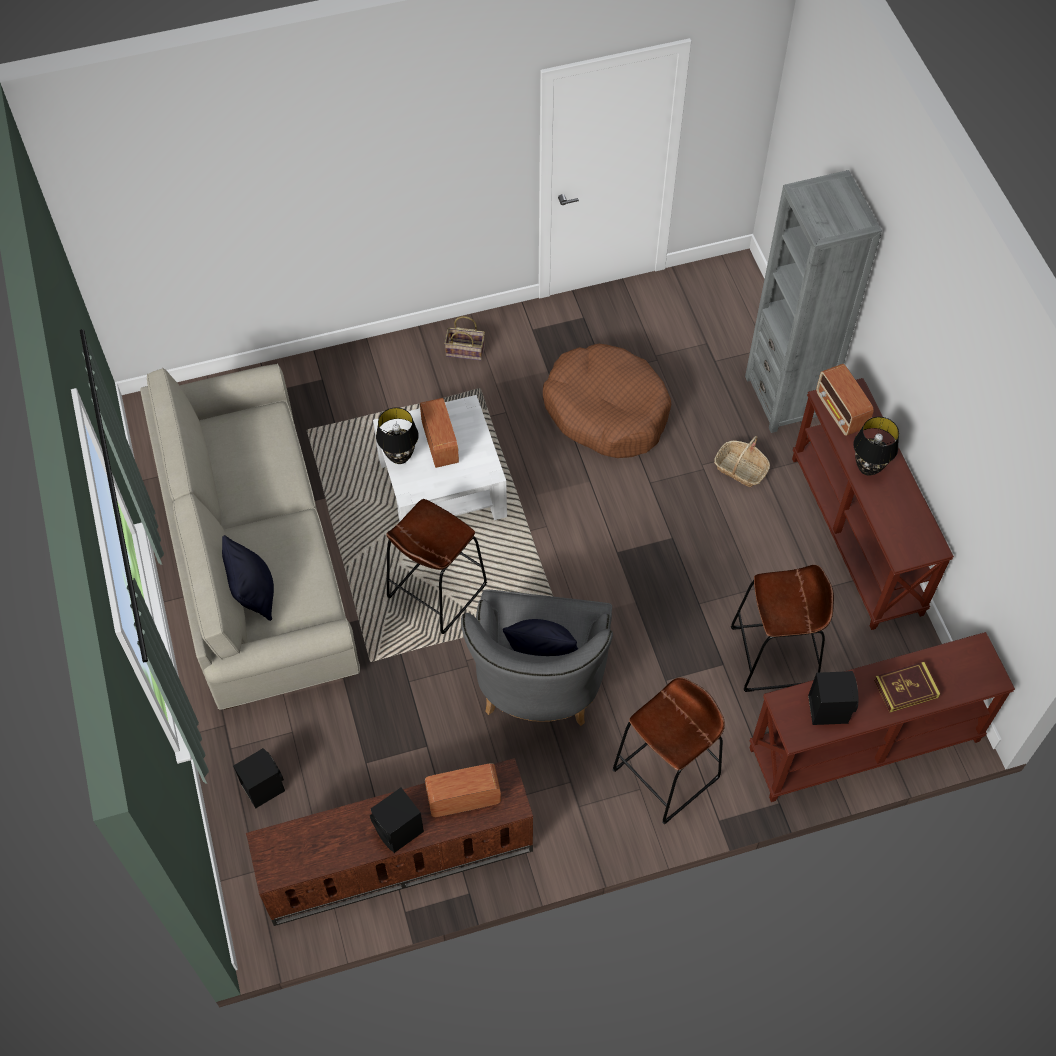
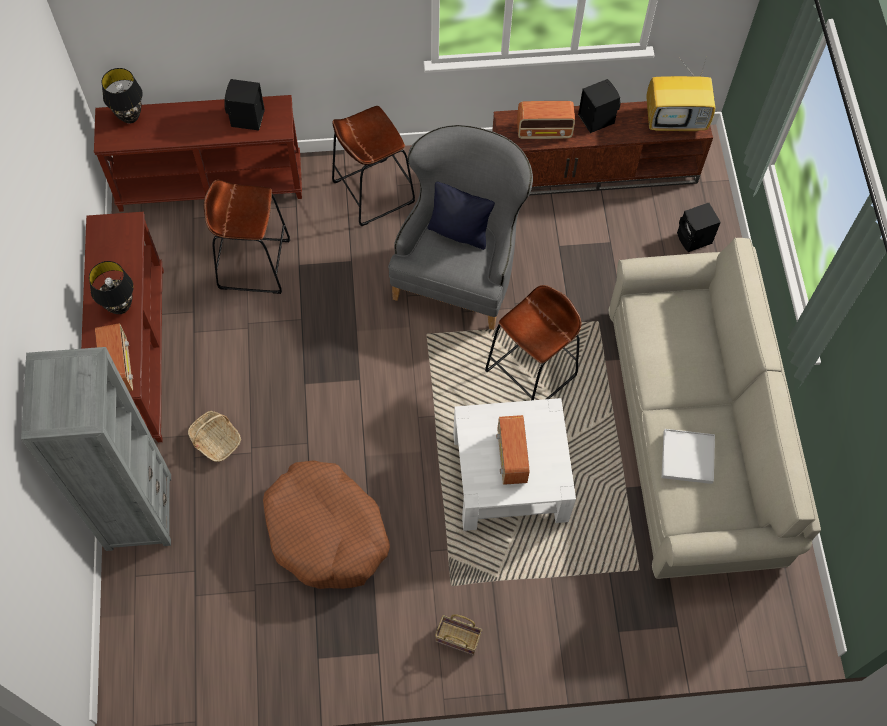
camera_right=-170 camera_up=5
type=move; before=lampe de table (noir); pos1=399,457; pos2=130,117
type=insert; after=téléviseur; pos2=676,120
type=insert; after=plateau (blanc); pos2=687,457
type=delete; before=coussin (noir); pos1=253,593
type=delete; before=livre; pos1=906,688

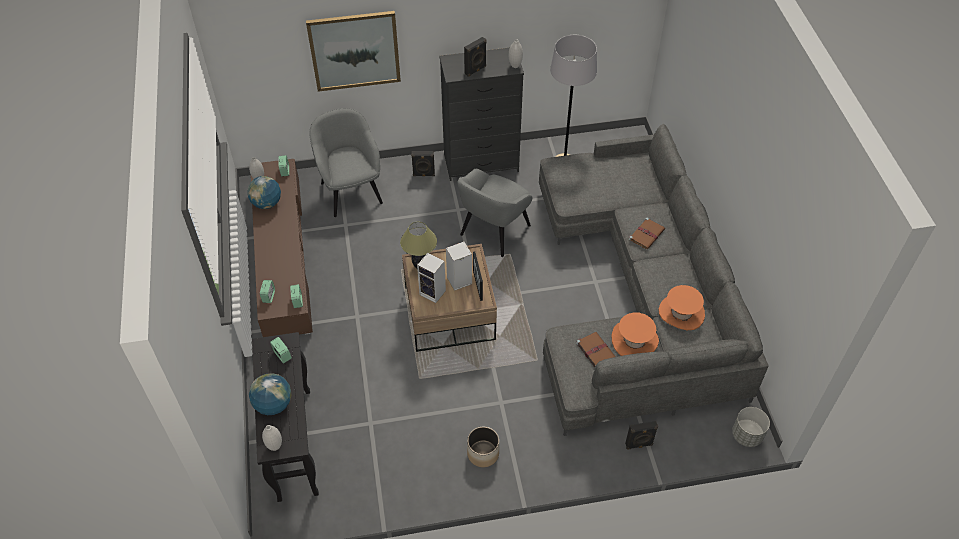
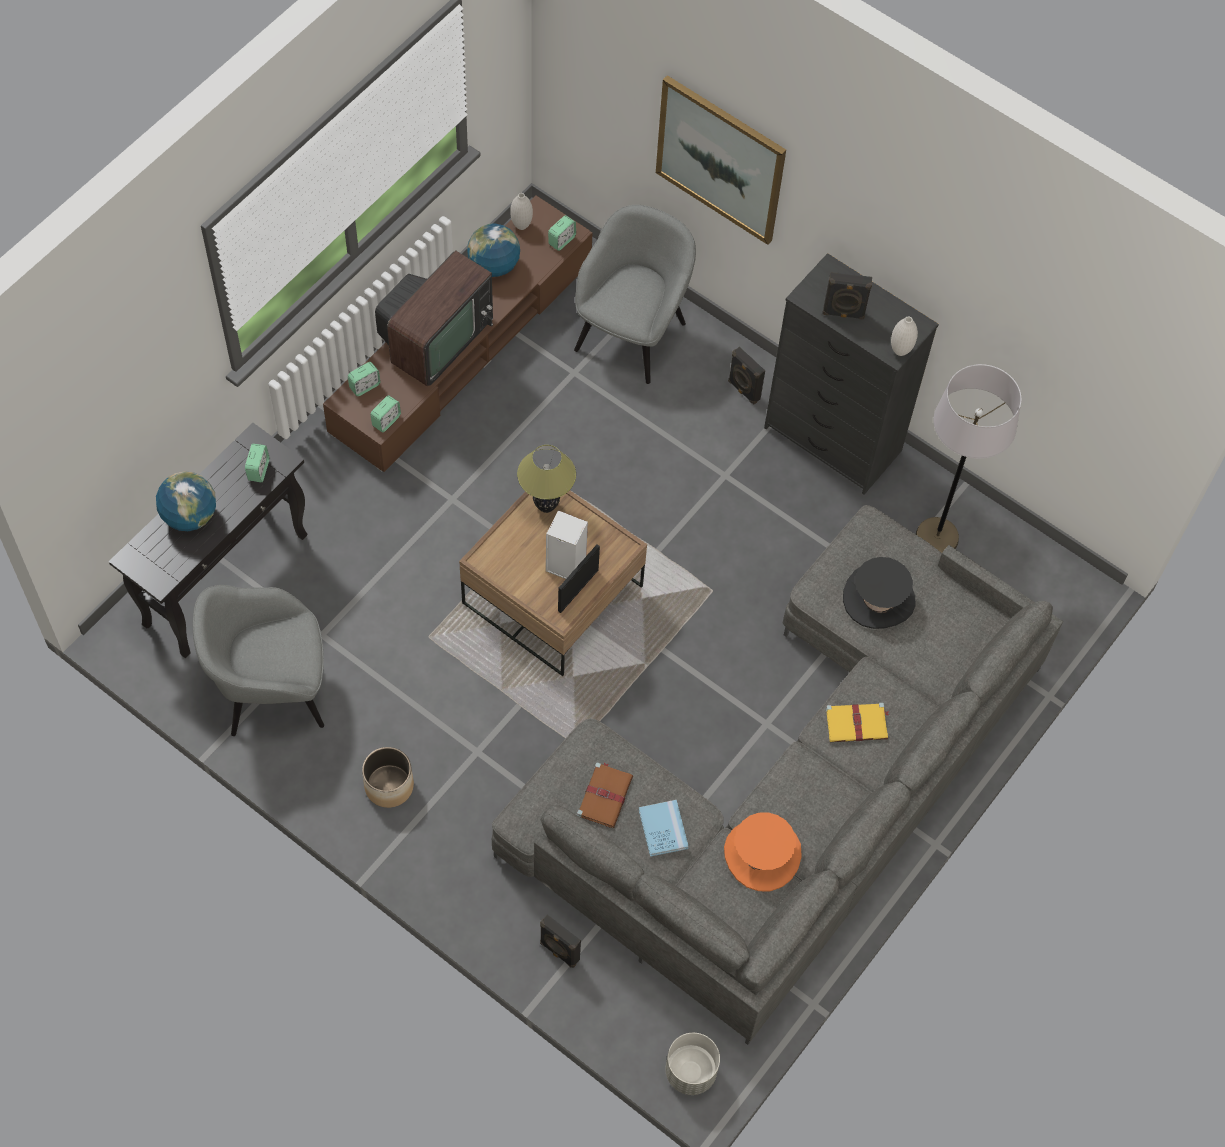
camera_right=45 camera_up=10
type=move; before=fauteuil (gris); pos1=494,231; pos2=271,690
type=insert; after=téléviseur; pos2=436,339
type=replace; before=chapeau (orange); after=livre (bleu); pos1=634,340; pos2=663,829
type=recolor; before=livre (marron); after=livre (jaune); pos1=647,234; pos2=857,724
type=insert; after=chapeau (noir); pos2=879,599
type=delete; before=vase (blanc); pos1=275,446
type=delete; before=enceinte; pos1=433,293

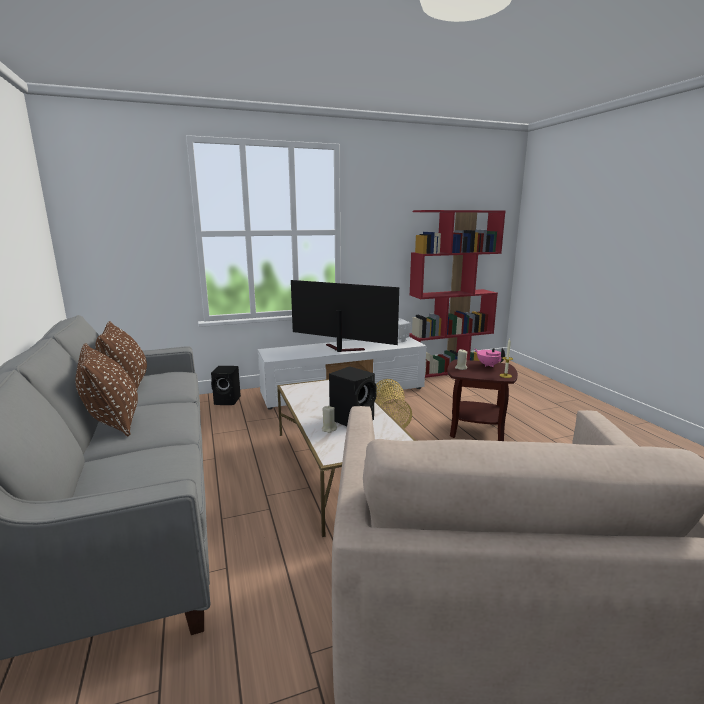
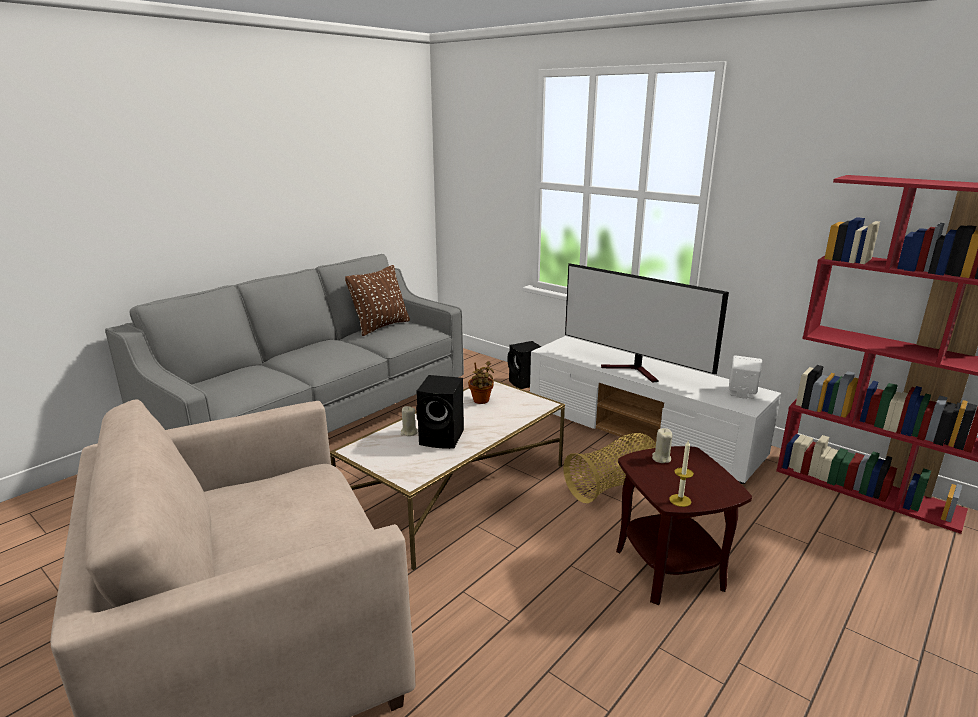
camera_right=60 camera_up=5
type=insert; after=plante en pot; pos2=481,401
type=rotate; before=téléviseur; pos1=340,349; pos2=635,371; turn=135
type=delete; before=coussin (marron); pos1=113,422
type=delete; before=théière (rose); pos1=488,365

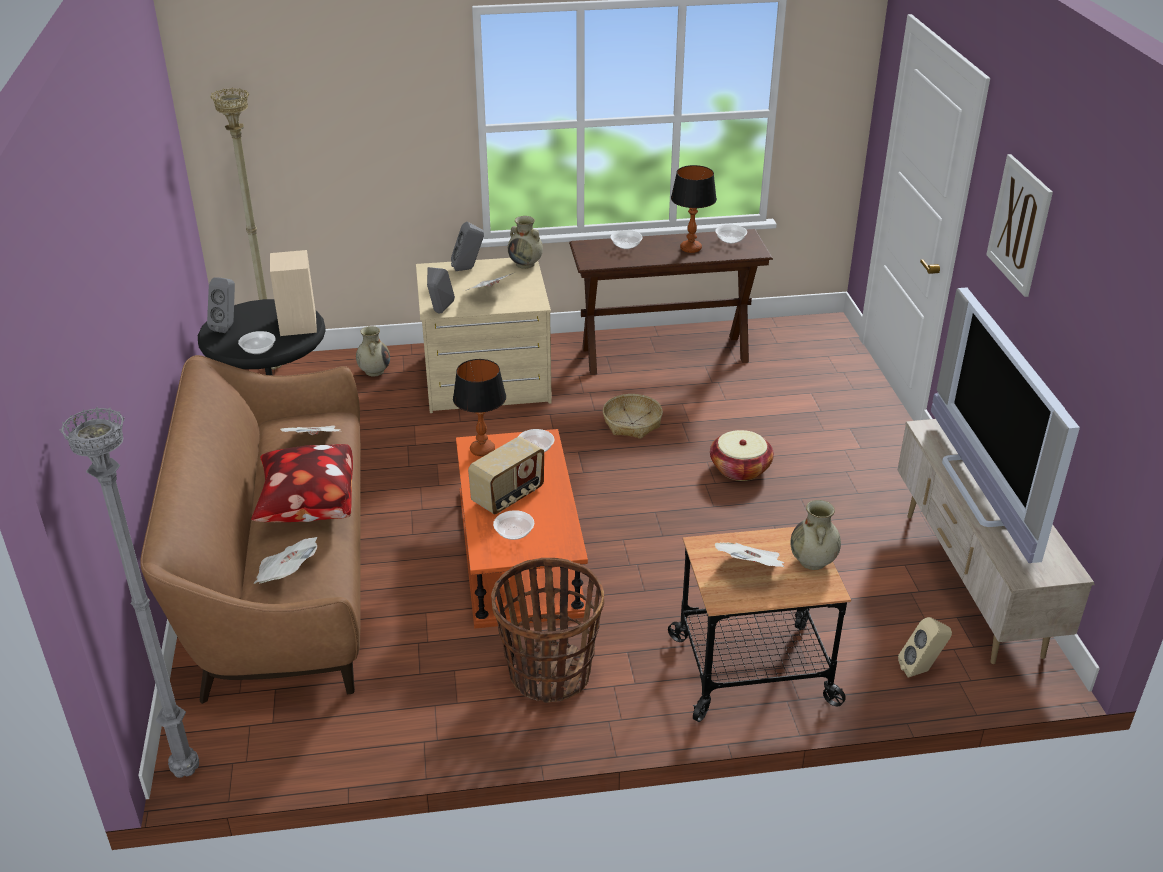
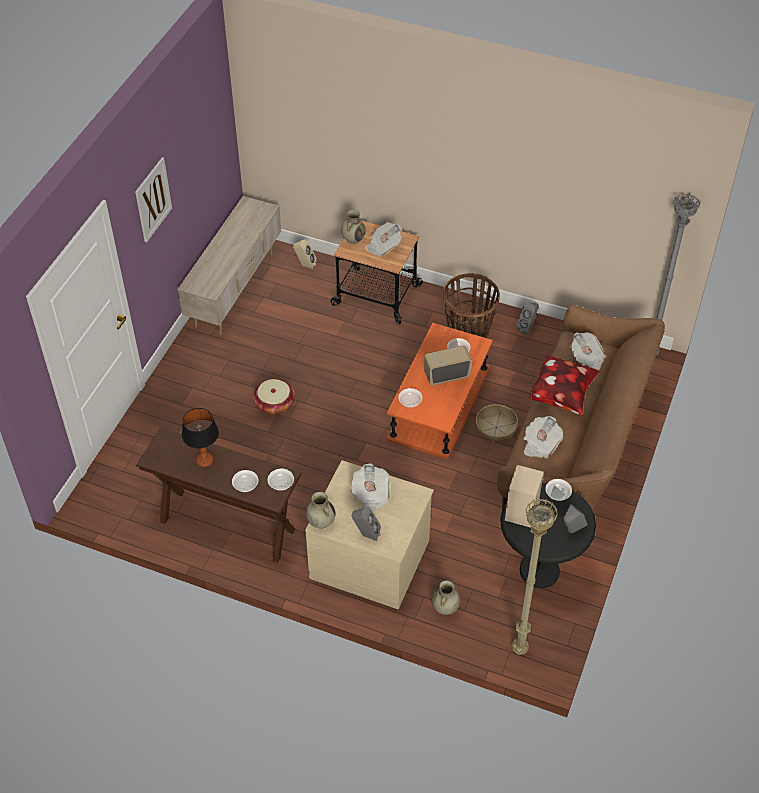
camera_right=-150 camera_up=15
type=move; before=bol; pos1=730,240; pos2=281,484
type=move; before=panier; pos1=632,423; pos2=496,427
type=move; before=enceinte (gris); pos1=439,312; pos2=527,328
type=delete; before=lampe de table; pos1=482,450
type=delete; before=téléviseur; pos1=982,491

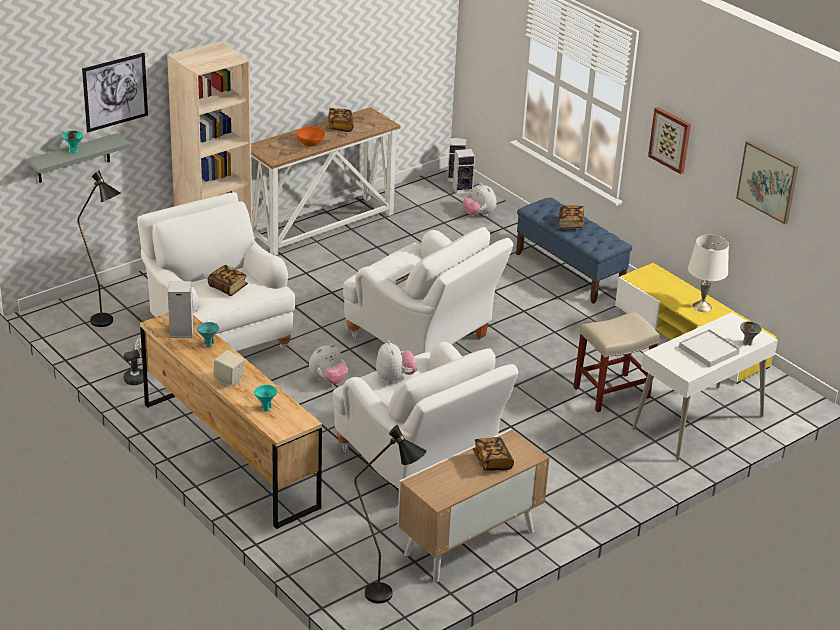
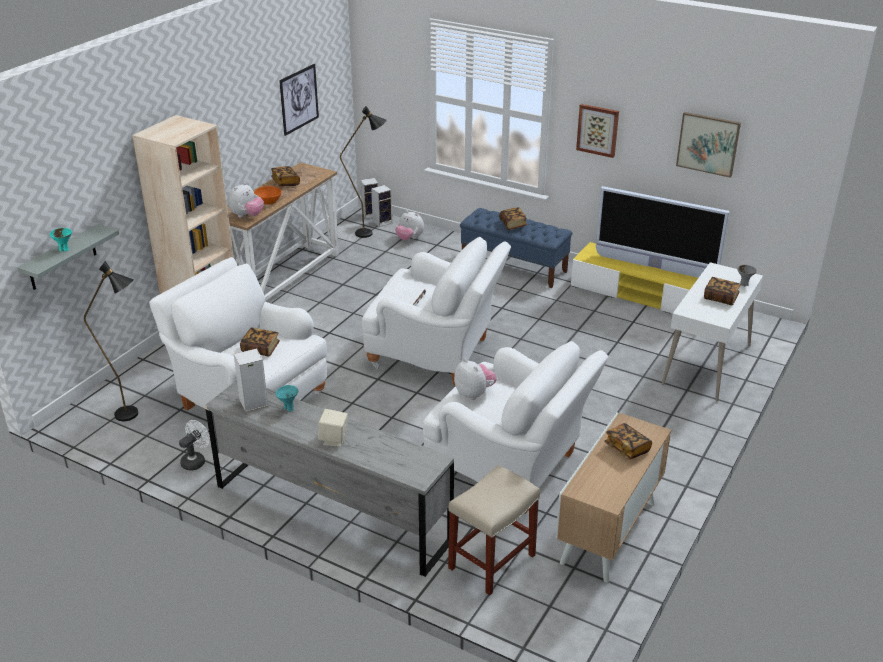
camera_right=-20 camera_up=0
type=recolor; before=commode (marron); after=commode (gris); pos1=230,454; pos2=332,513
type=move; before=peluche; pos1=328,380; pos2=247,216
type=move; before=tableau; pos1=115,92; pos2=299,99
type=move; before=lampadaire (noir); pos1=388,597; pos2=370,234
type=move; before=tabouret (beige); pos1=612,392; pos2=492,561
type=replace; before=lampe de table (blanc); after=téléviseur; pos1=702,306; pos2=654,267
type=replace; before=plateau (blanc); after=livre; pos1=708,350; pos2=721,298
type=delete; before=bol (turquoise); pos1=266,408

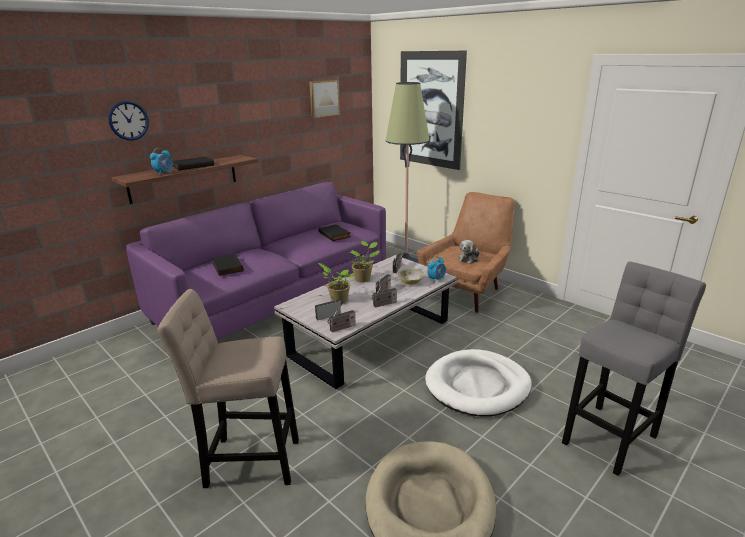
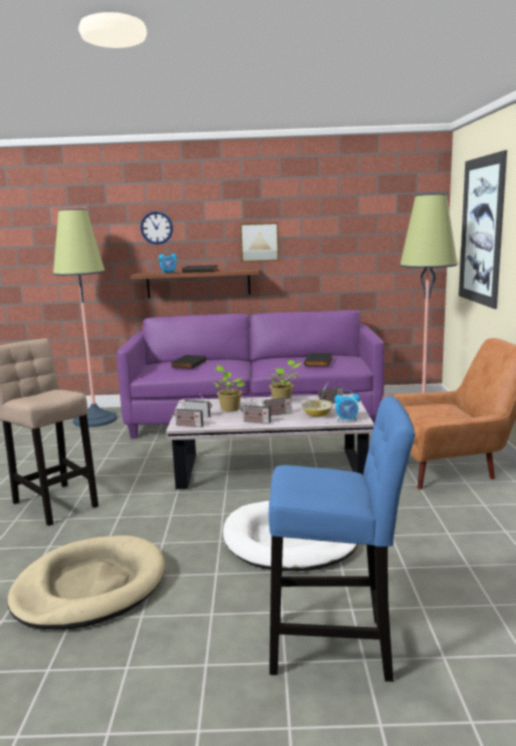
camera_right=45 camera_up=-10
type=insert; after=lampadaire; pos2=95,420
type=move; before=tableau; pos1=323,98; pos2=259,242
type=recolor; before=tabouret (gris); after=tabouret (bleu); pos1=611,436; pos2=337,647
type=delete; before=peluche; pos1=469,258

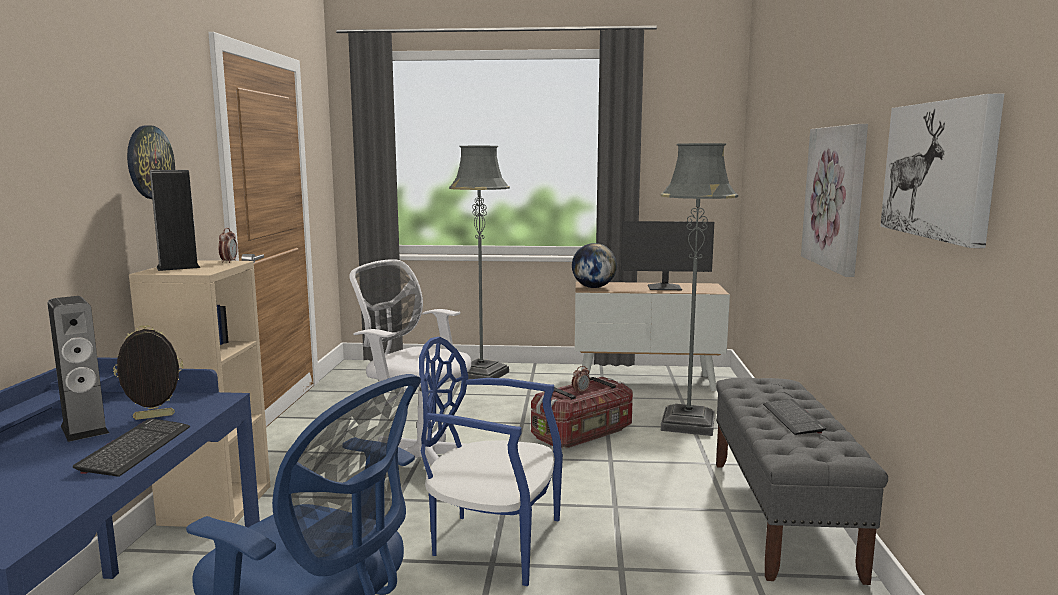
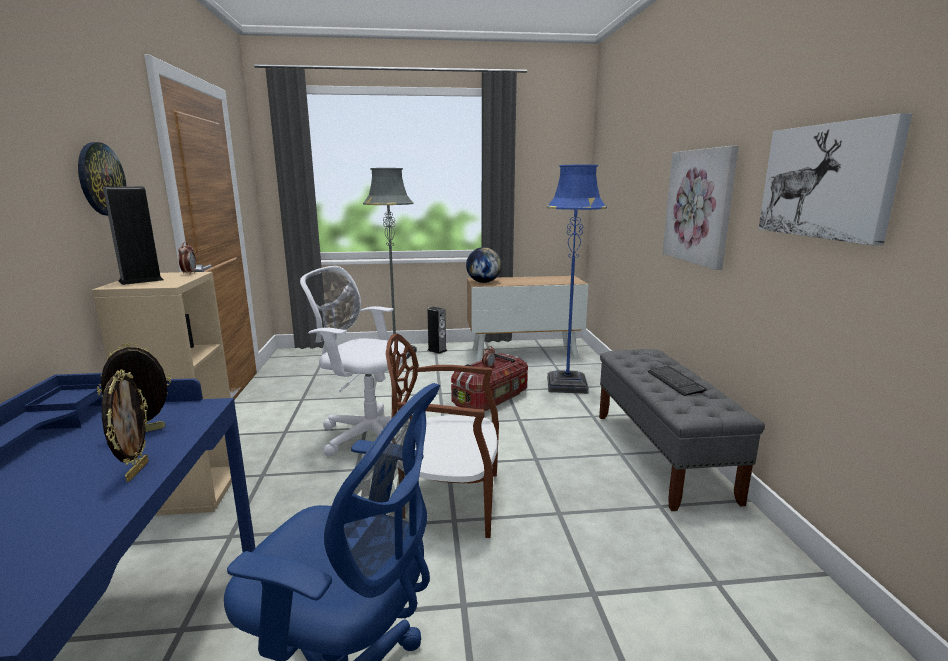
camera_right=-10 camera_up=5
type=replace; before=clavier; after=cadre photo; pos1=136,449; pos2=136,471
type=recolor; before=chaise (bleu); after=chaise (marron); pos1=493,542; pos2=449,500
type=move; before=enceinte; pos1=84,429; pos2=437,350
type=recolor; before=lampadaire (gris); after=lampadaire (bleu); pos1=688,424; pos2=567,385
type=delete; before=écran d'ordinateur; pos1=665,288

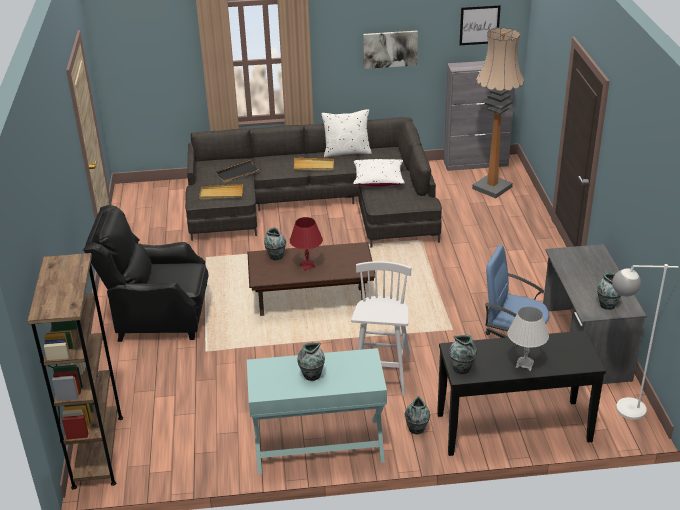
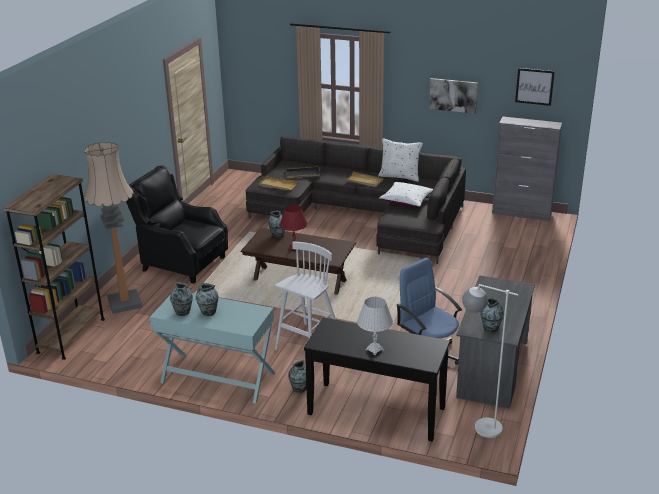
camera_right=25 camera_up=-5
type=move; before=lampadaire; pos1=492,188; pos2=125,303
type=move; before=vase; pos1=462,369; pos2=183,312

